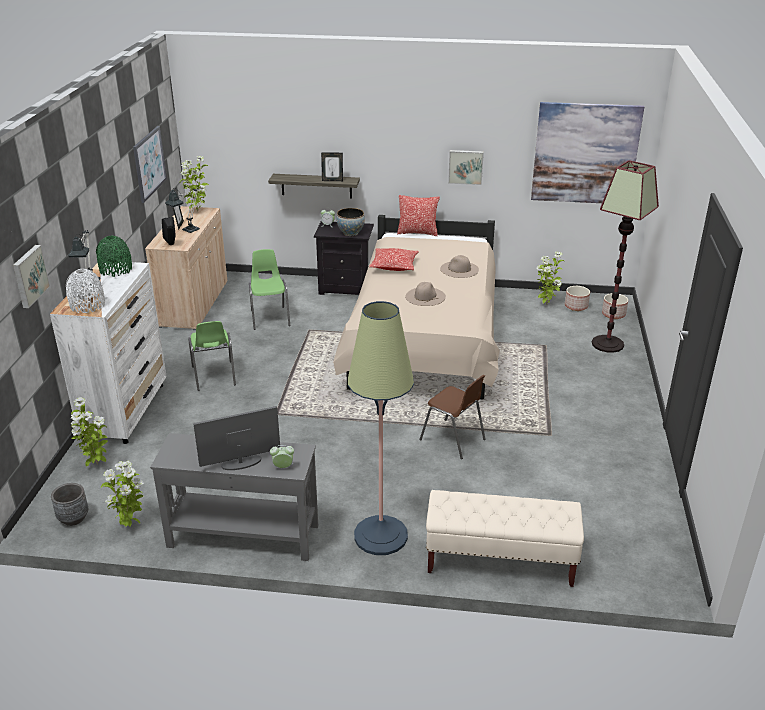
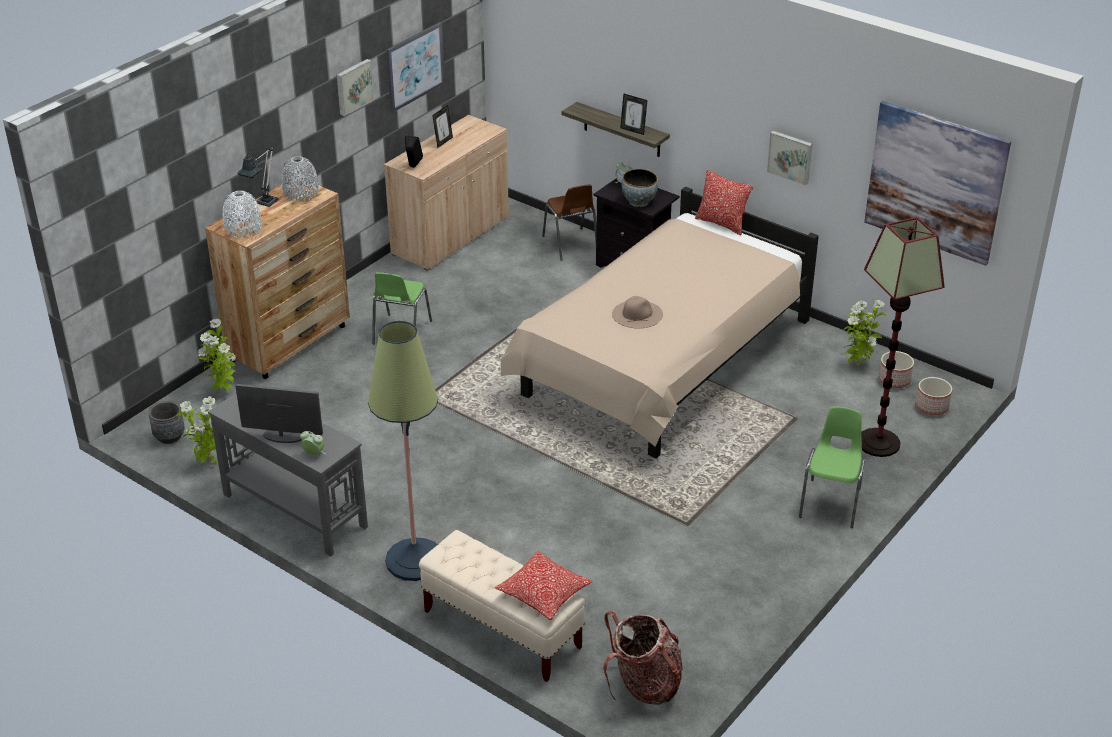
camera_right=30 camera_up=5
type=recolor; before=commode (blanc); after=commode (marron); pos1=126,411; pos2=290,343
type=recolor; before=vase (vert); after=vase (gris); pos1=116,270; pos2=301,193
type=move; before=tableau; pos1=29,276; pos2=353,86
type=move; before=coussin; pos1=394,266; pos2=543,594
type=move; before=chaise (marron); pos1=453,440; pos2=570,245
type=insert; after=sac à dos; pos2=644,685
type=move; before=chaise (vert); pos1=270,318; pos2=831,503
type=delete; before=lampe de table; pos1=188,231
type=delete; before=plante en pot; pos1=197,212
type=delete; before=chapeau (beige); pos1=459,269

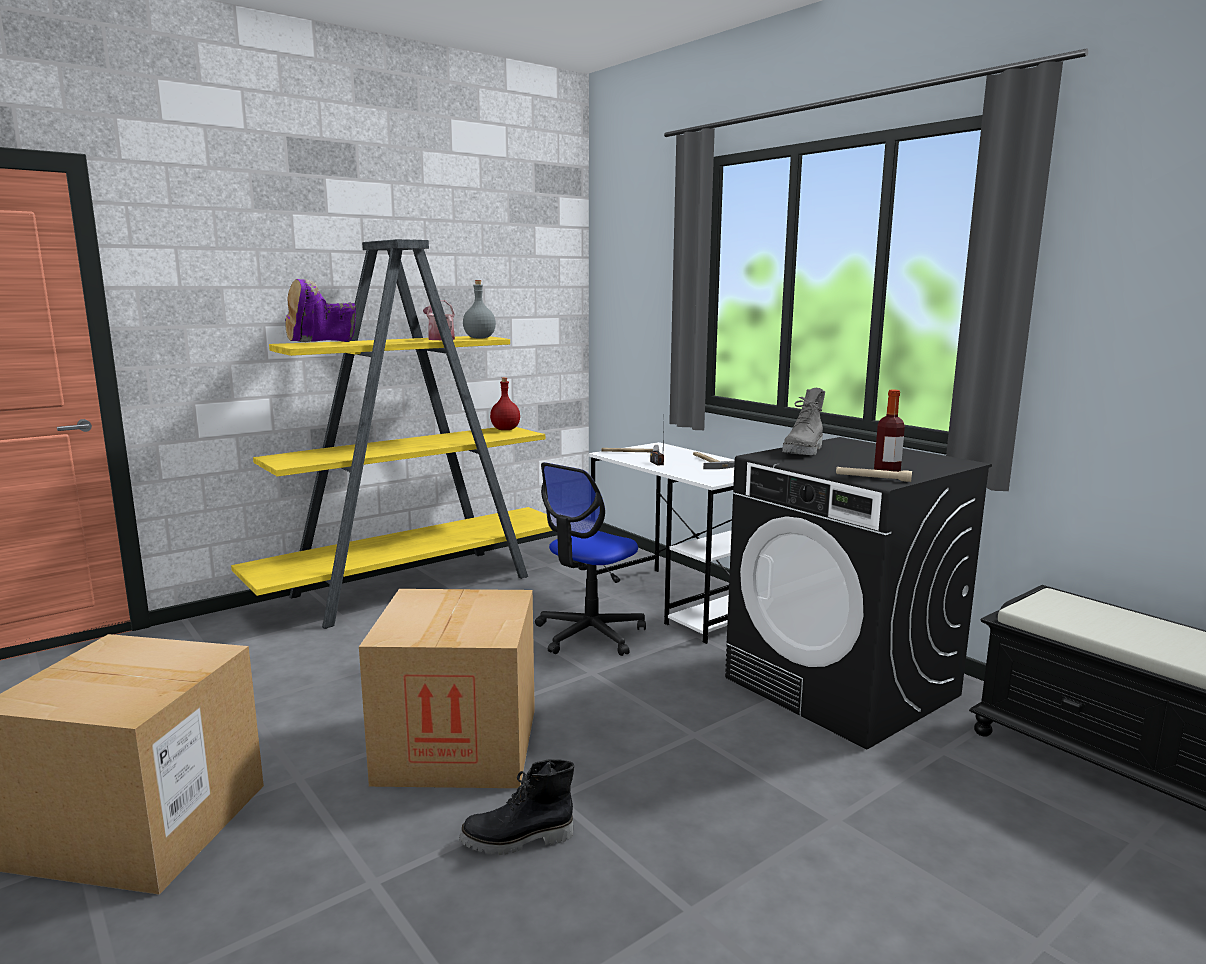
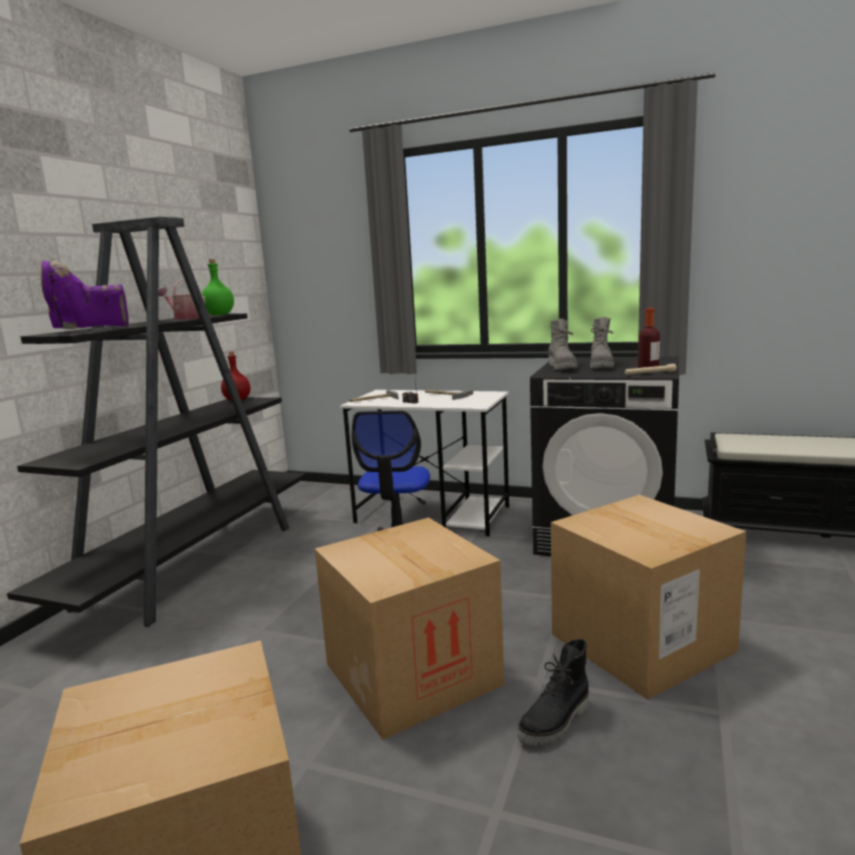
camera_right=-30 camera_up=0
type=recolor; before=bibliothèque (jaune); after=bibliothèque (noir); pos1=416,586; pos2=194,563
type=rotate; before=botte (violet); pos1=321,344; pos2=88,330; turn=45
type=recolor; before=bouteille (gris); after=bouteille (vert); pos1=480,338; pos2=220,314
type=insert; after=carton; pos2=641,642
type=insert; after=botte (gris); pos2=601,366

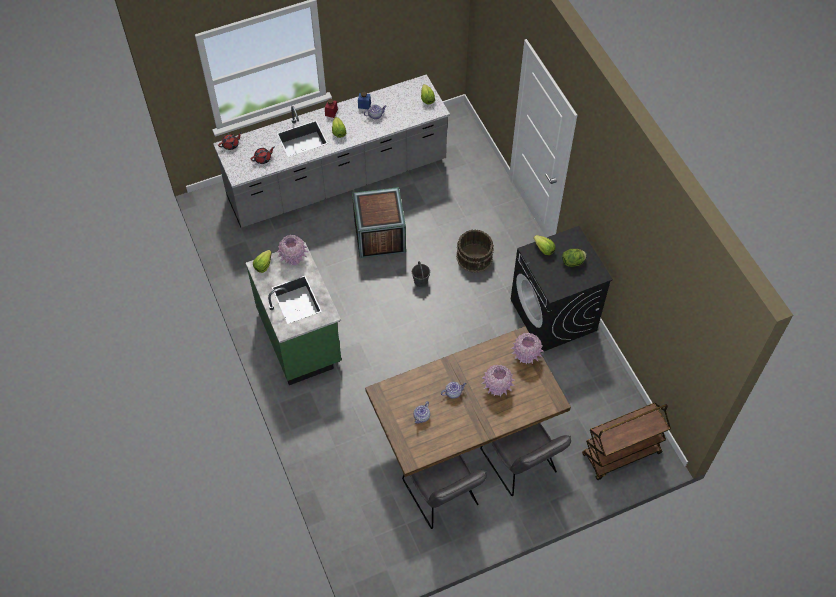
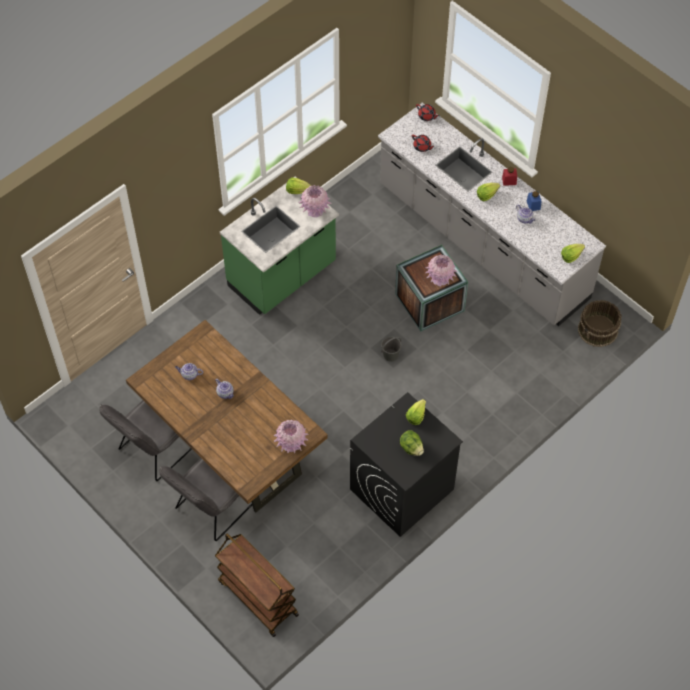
camera_right=70 camera_up=0
type=move; before=vase (rose); pos1=497,388; pos2=440,279
type=move; before=seau (marron); pos1=475,257; pos2=598,330

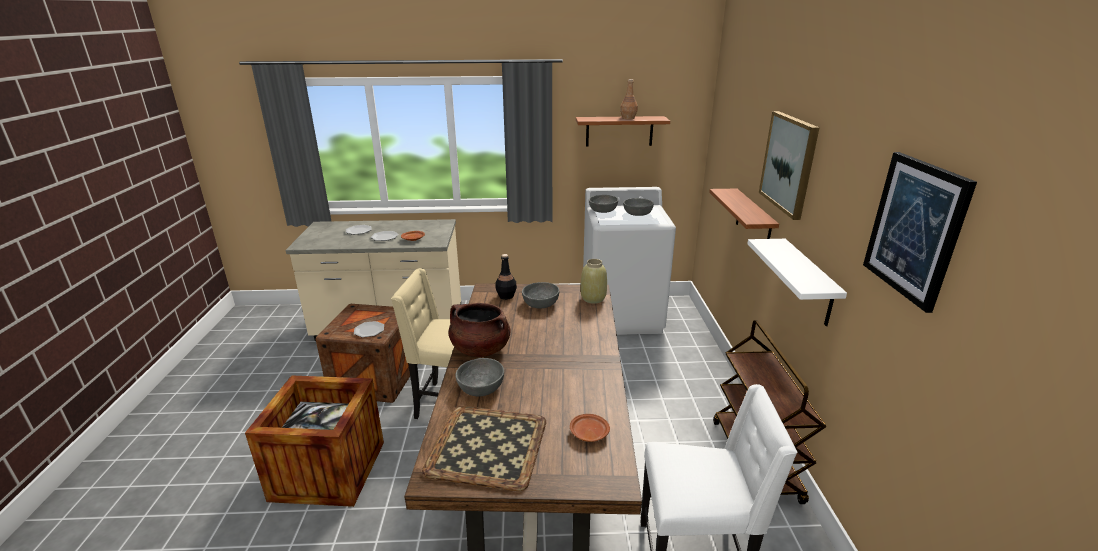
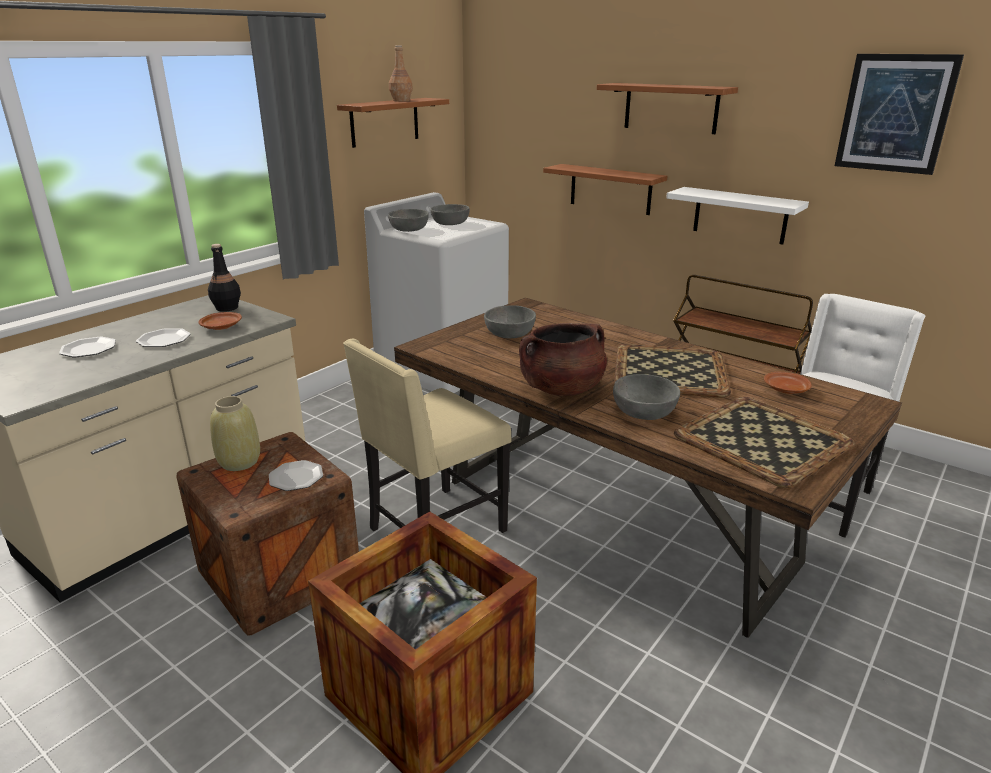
camera_right=-50 camera_up=0
type=move; before=bouteille (noir); pos1=506,296; pos2=226,308
type=move; before=vase (beige); pos1=592,298; pos2=239,462
type=replace; before=tableau; after=étagère; pos1=789,163; pos2=671,108
type=insert; after=plateau; pos2=668,370

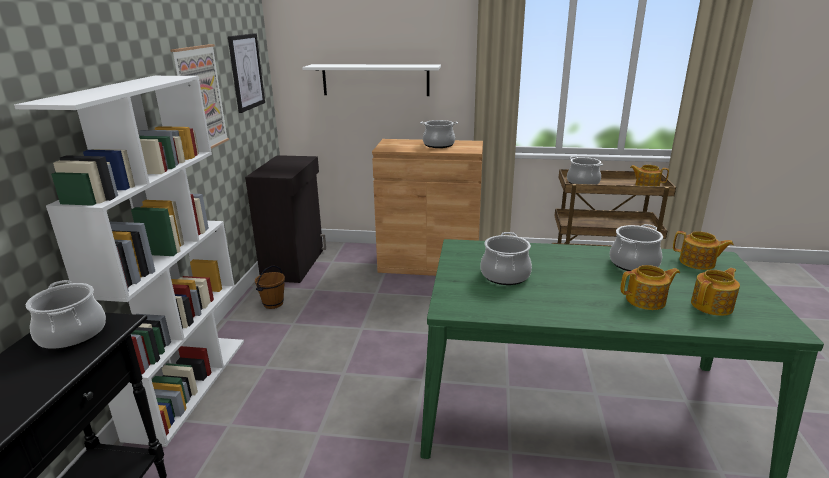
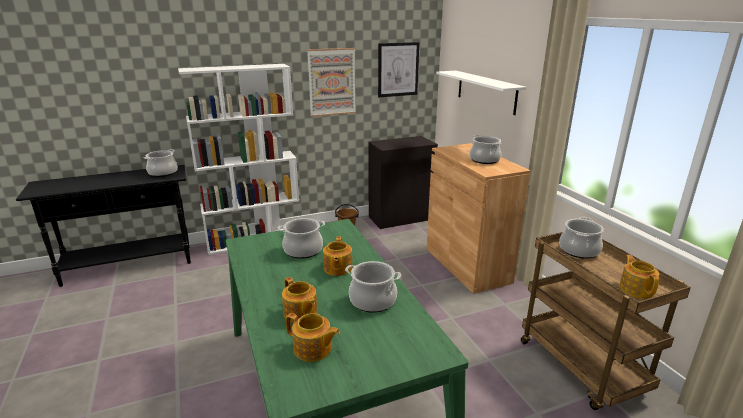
camera_right=60 camera_up=0
type=move; before=théière; pos1=697,263; pos2=337,268

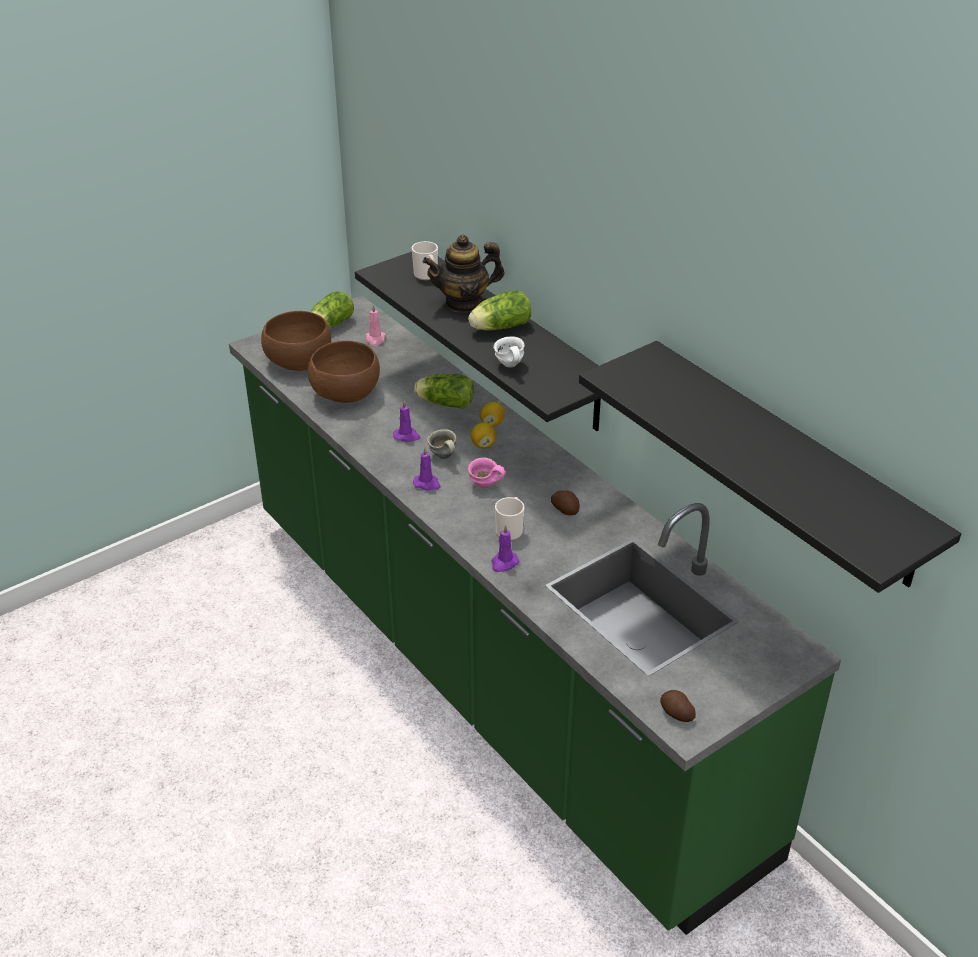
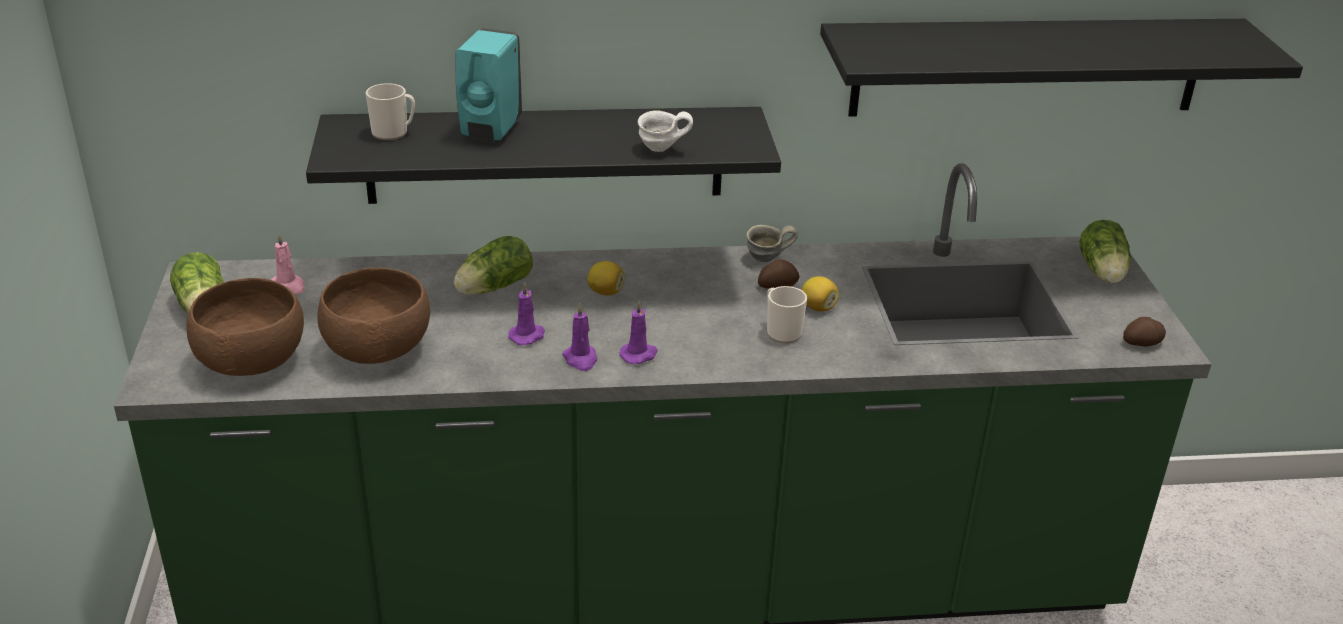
camera_right=-60 camera_up=-5
type=replace; before=théière; after=distributeur de savon (turquoise); pos1=464,303; pos2=490,131
type=move; before=bougie (violet); pos1=504,563; pos2=581,359
type=move; before=mug (gris); pos1=442,457; pos2=767,260
type=move; before=citron; pos1=492,423; pos2=818,307
type=move; before=laitue; pos1=498,327; pos2=1102,272
type=delete; before=mug (rose); pos1=485,486

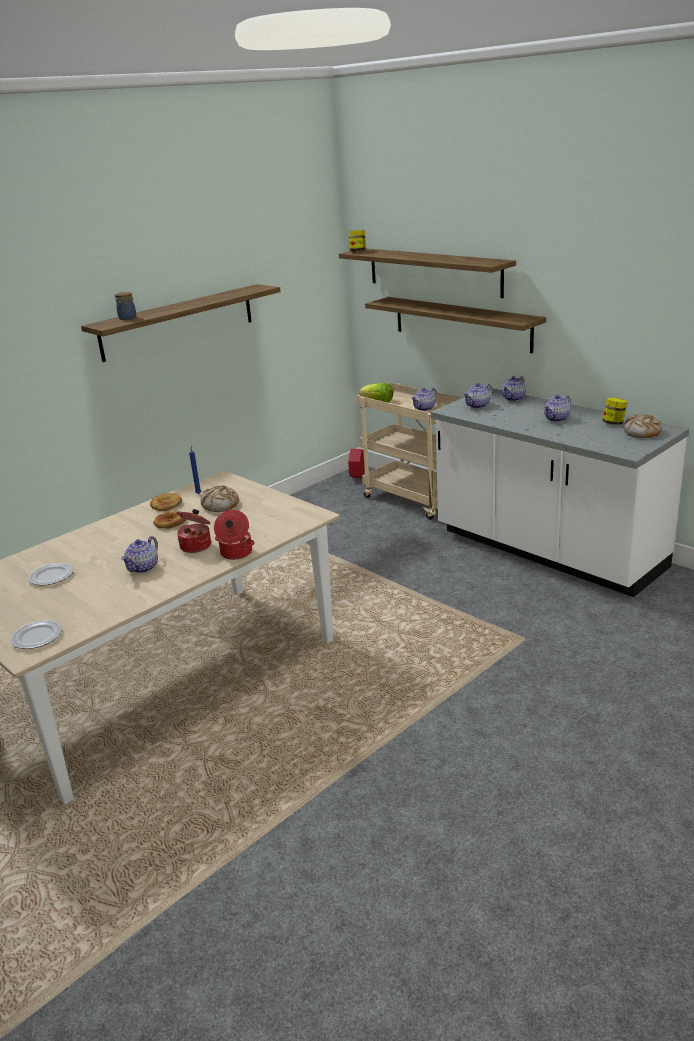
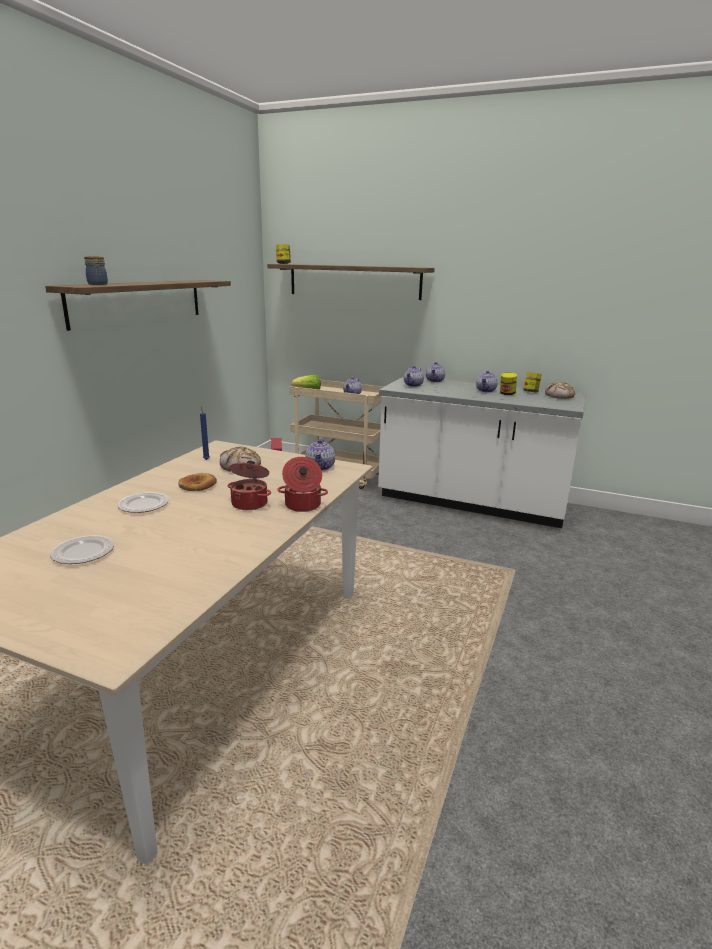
camera_right=-25 camera_up=-5
type=move; before=assiette; pos1=36,637; pos2=143,505
type=move; before=théière; pos1=143,567; pos2=320,467
type=insert; after=bocal; pos2=507,394
type=delete; before=pain; pos1=166,504
type=delete; before=étagère; pos1=461,323

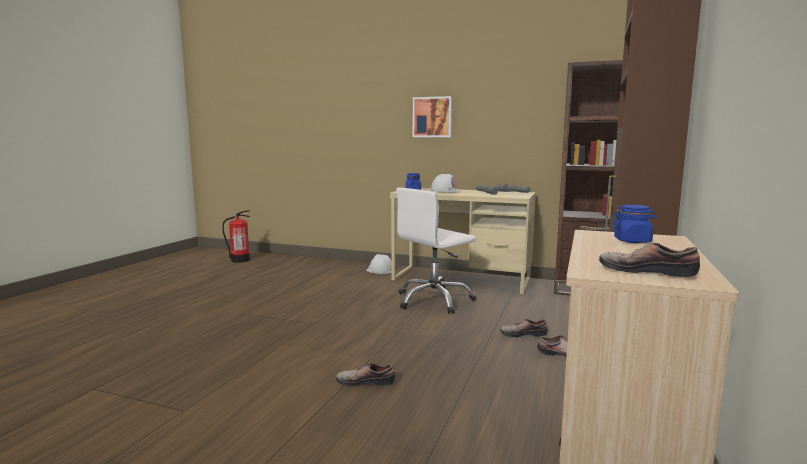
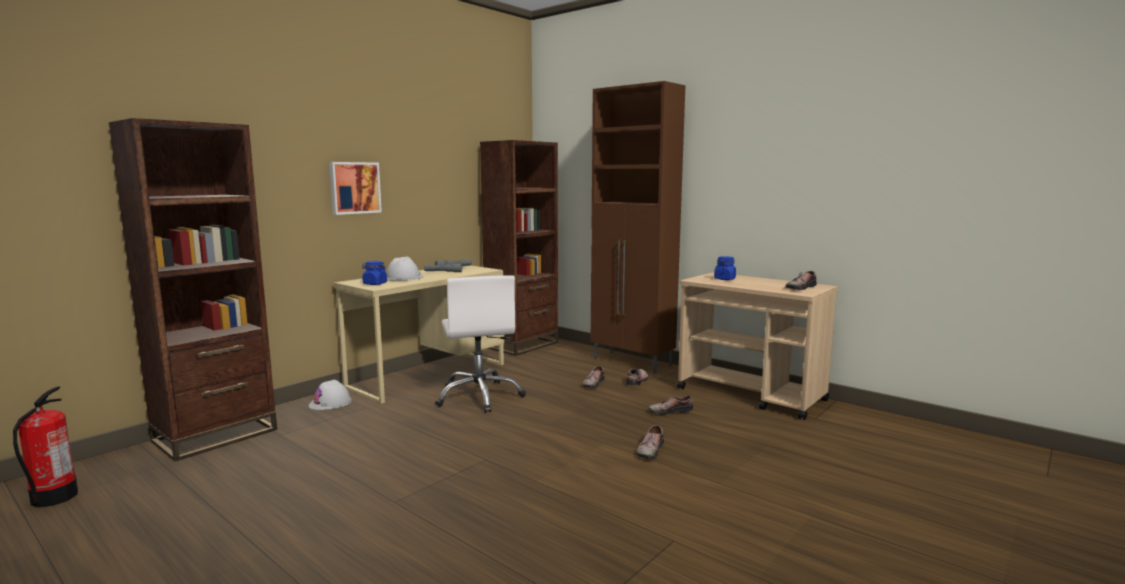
camera_right=-70 camera_up=0
type=insert; after=bibliothèque (marron); pos2=215,435
type=insert; after=chaussure; pos2=669,411

